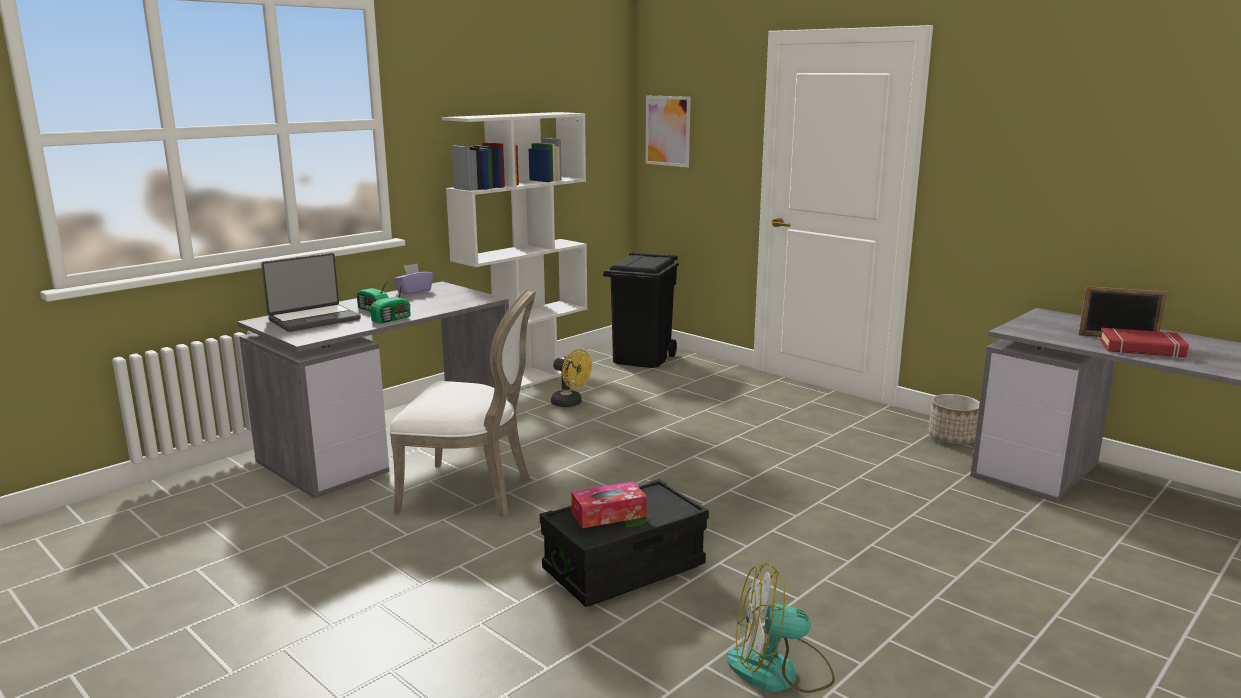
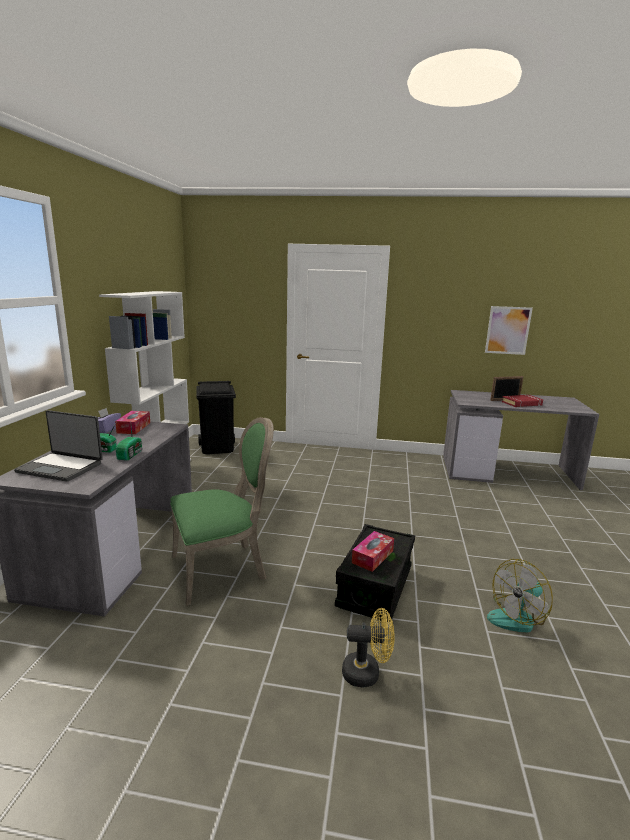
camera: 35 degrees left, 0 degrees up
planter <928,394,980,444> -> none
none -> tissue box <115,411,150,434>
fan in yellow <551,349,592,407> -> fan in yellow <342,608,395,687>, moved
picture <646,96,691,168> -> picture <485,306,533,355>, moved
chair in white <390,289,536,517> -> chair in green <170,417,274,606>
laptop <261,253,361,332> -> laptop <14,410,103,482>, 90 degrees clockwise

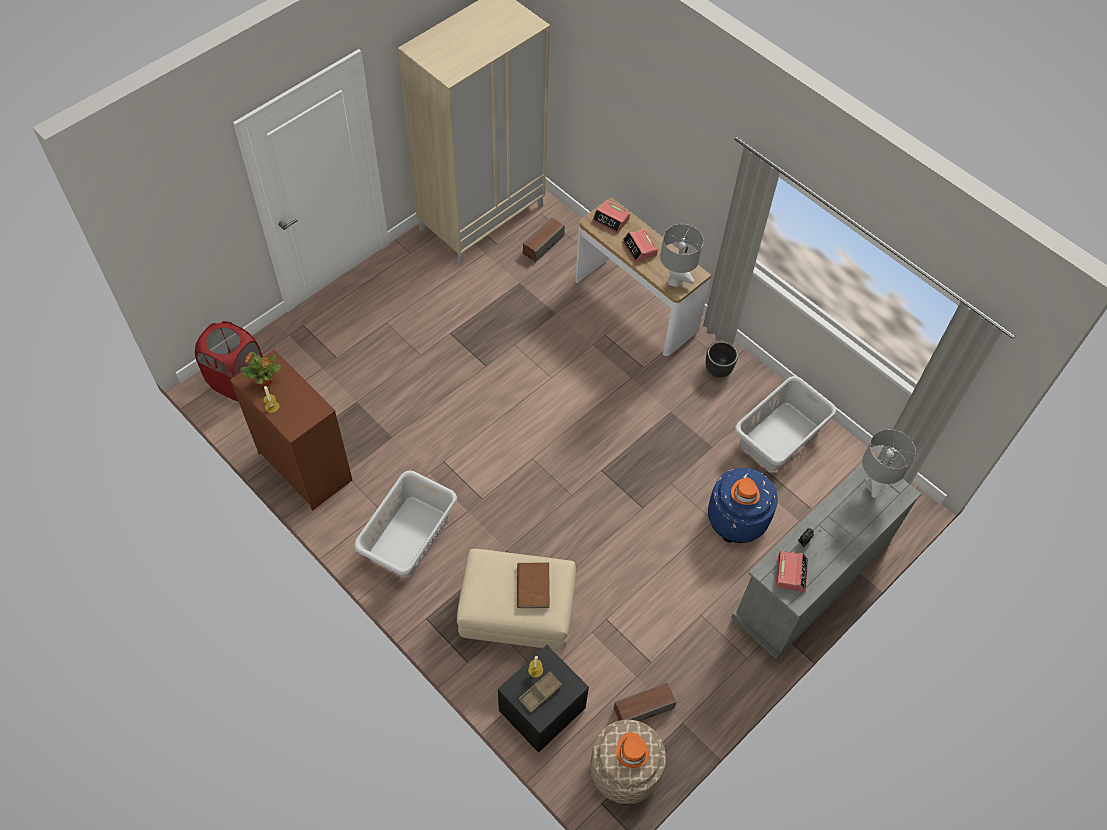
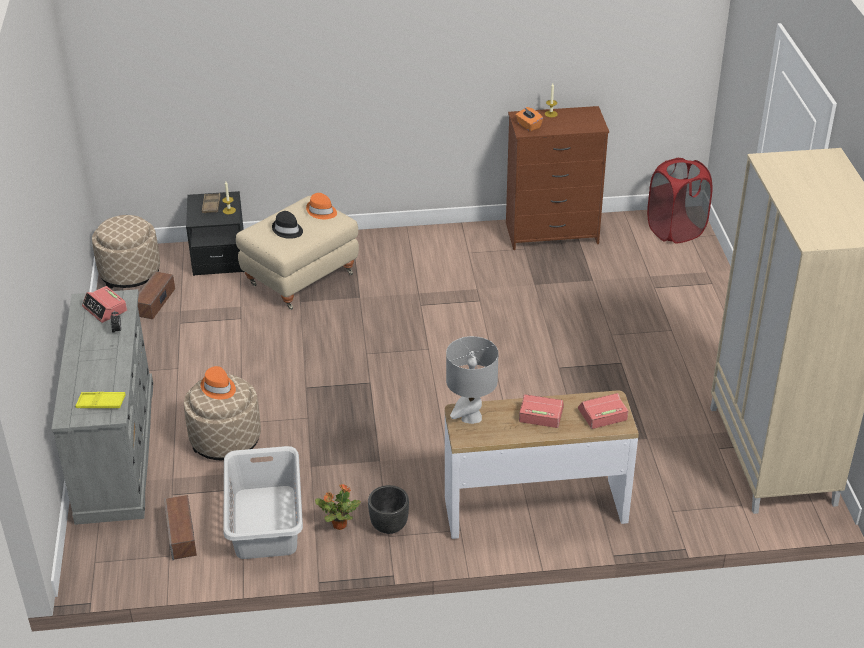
camera: 130 degrees right, 20 degrees down
laundry basket in grey <354,470,457,577> -> none
none -> tissue box in orange <516,107,543,131>
potted plant <240,352,281,386> -> potted plant <315,484,361,530>, moved
speaker <523,217,565,263> -> speaker <164,495,197,560>, moved
hat in orange <616,732,649,768> -> hat in orange <306,193,337,219>, moved
book in brown <517,563,550,608> -> hat in black <272,211,303,239>
table lamp in grey <862,429,916,498> -> tray in yellow <75,392,126,408>
ottoman in blue <708,468,778,543> -> ottoman in beige <184,374,261,460>

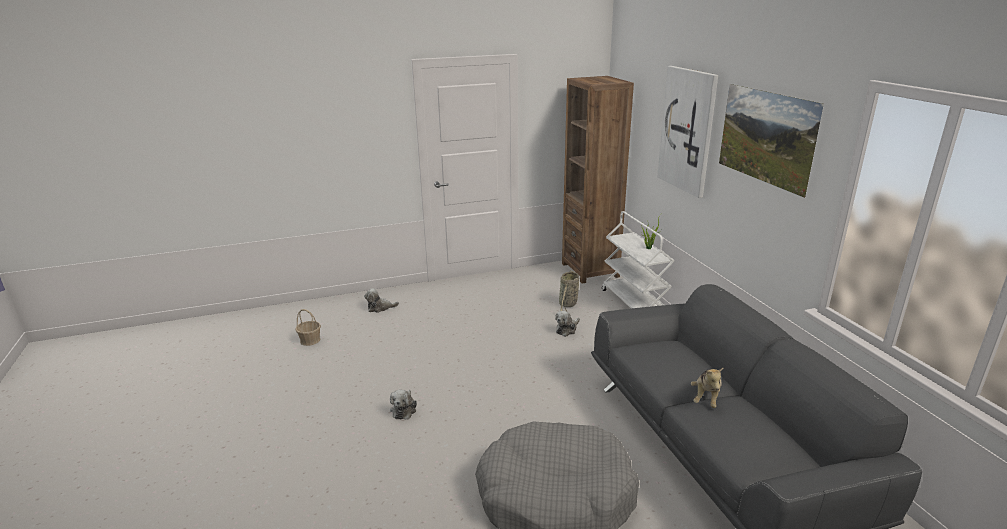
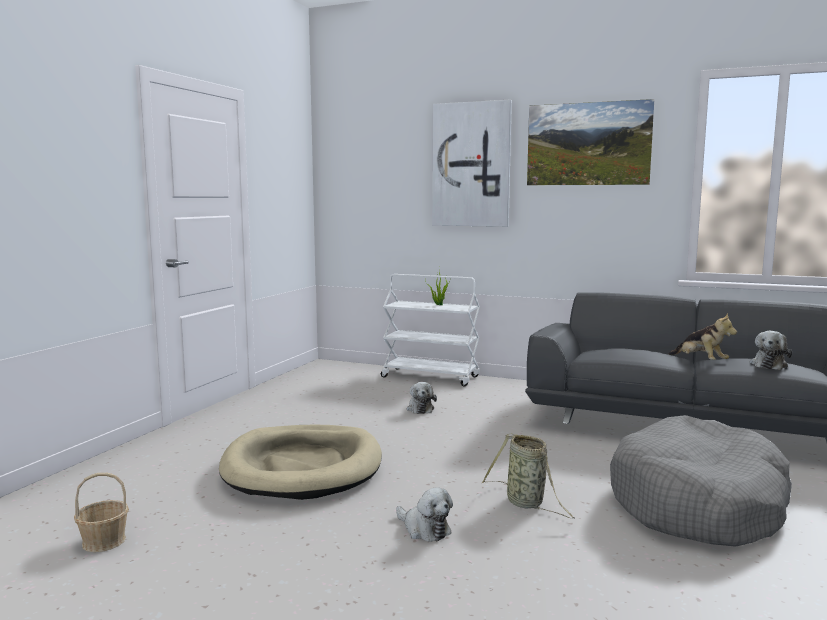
camera: 50 degrees left, 15 degrees down
bookcase in brown <562,76,634,284> -> none
none -> dog bed in beige <219,425,382,500>
plush toy <364,288,399,313> -> plush toy <750,331,792,370>, moved
basket <559,270,579,311> -> basket <482,433,575,519>, moved

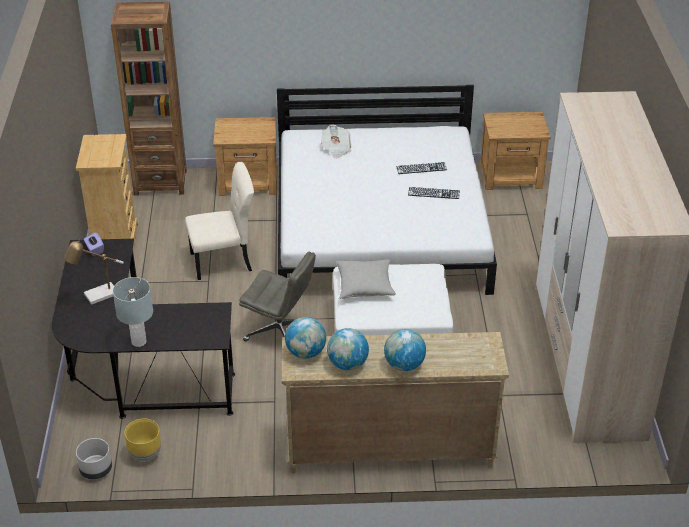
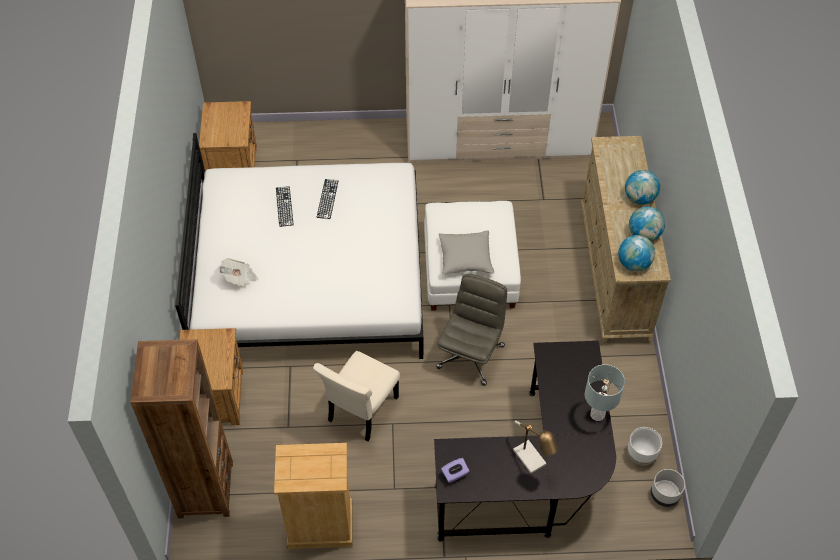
camera: 90 degrees left, 15 degrees up
planter in yellow <124,419,161,462> -> planter in white <627,427,662,465>
chair in beige <185,162,254,280> -> chair in beige <313,351,400,441>, 135 degrees counterclockwise

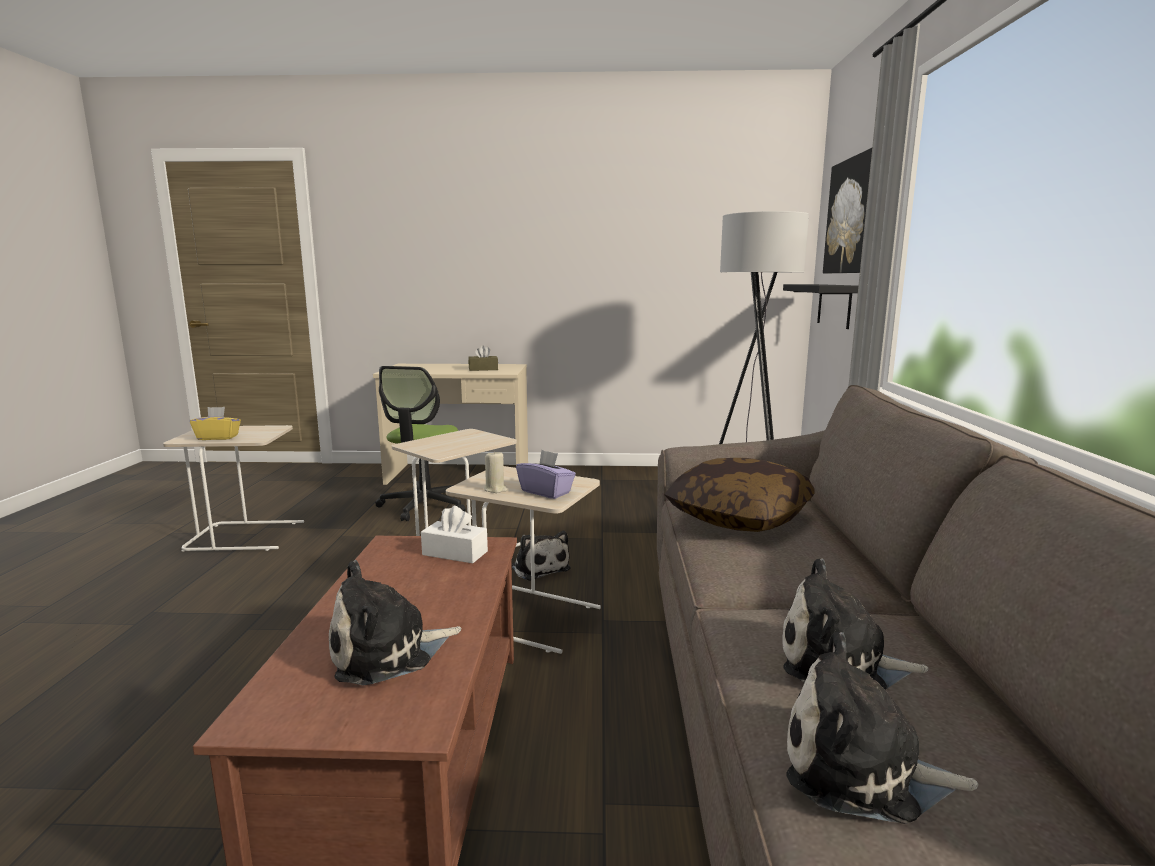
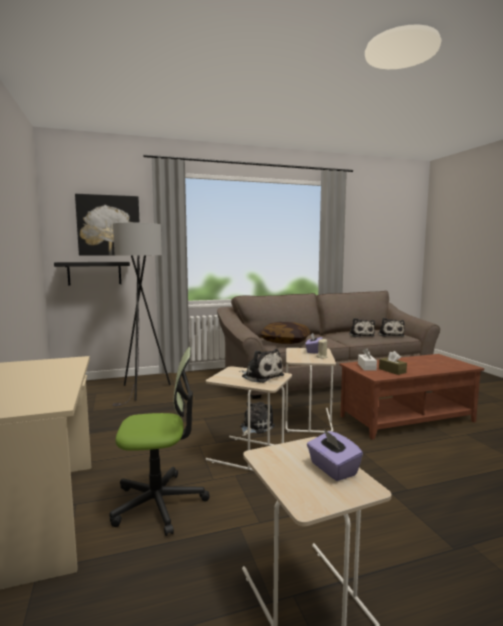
camera: 110 degrees left, 5 degrees down
plush toy <329,560,461,686> -> plush toy <239,349,284,383>, moved
tissue box in brown <468,345,498,371> -> tissue box in brown <379,351,407,375>, moved
tissue box in yellow <190,407,241,440> -> tissue box in purple <307,429,363,481>

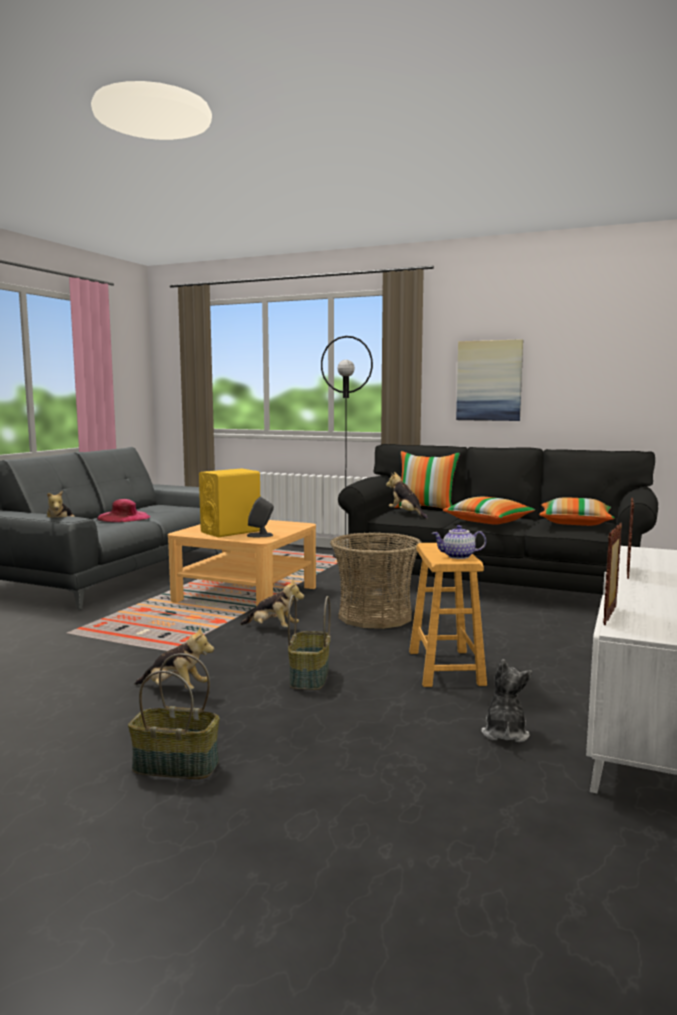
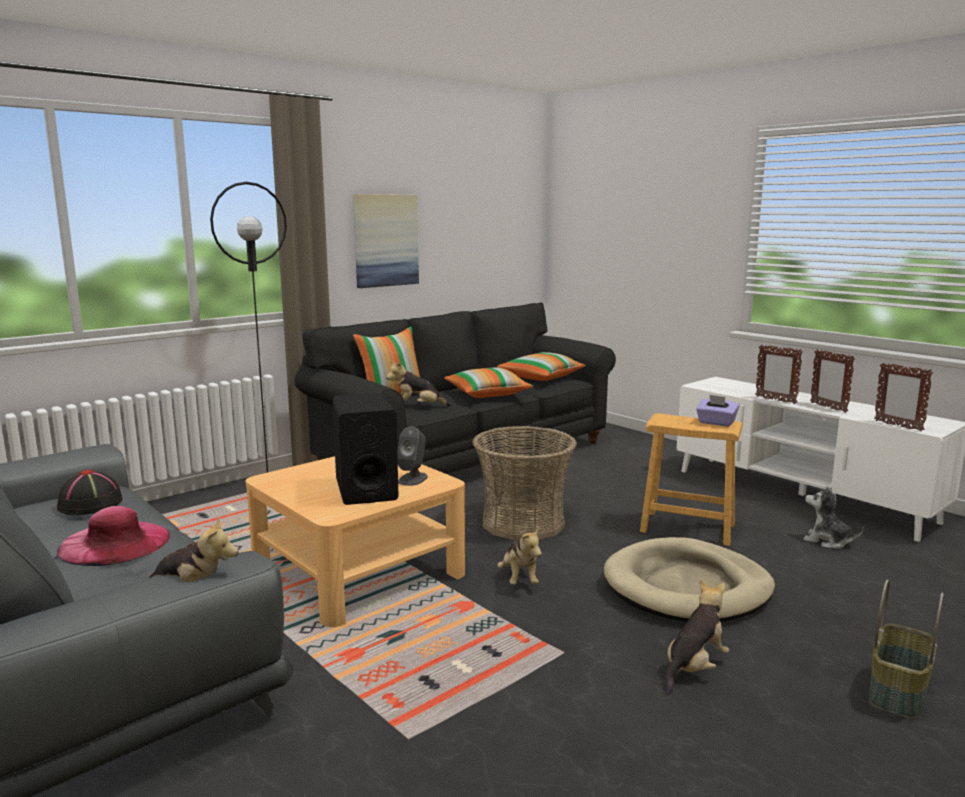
camera: 65 degrees left, 5 degrees up
none -> hat in black <57,469,123,515>
none -> picture frame <810,349,855,413>
basket <288,595,331,690> -> dog bed in beige <604,537,775,622>
teapot <432,525,486,559> -> tissue box in purple <696,394,739,427>
speaker in yellow <199,468,260,537> -> speaker in black <332,393,398,505>
plush toy <240,578,304,628> -> plush toy <497,528,542,585>, 120 degrees clockwise

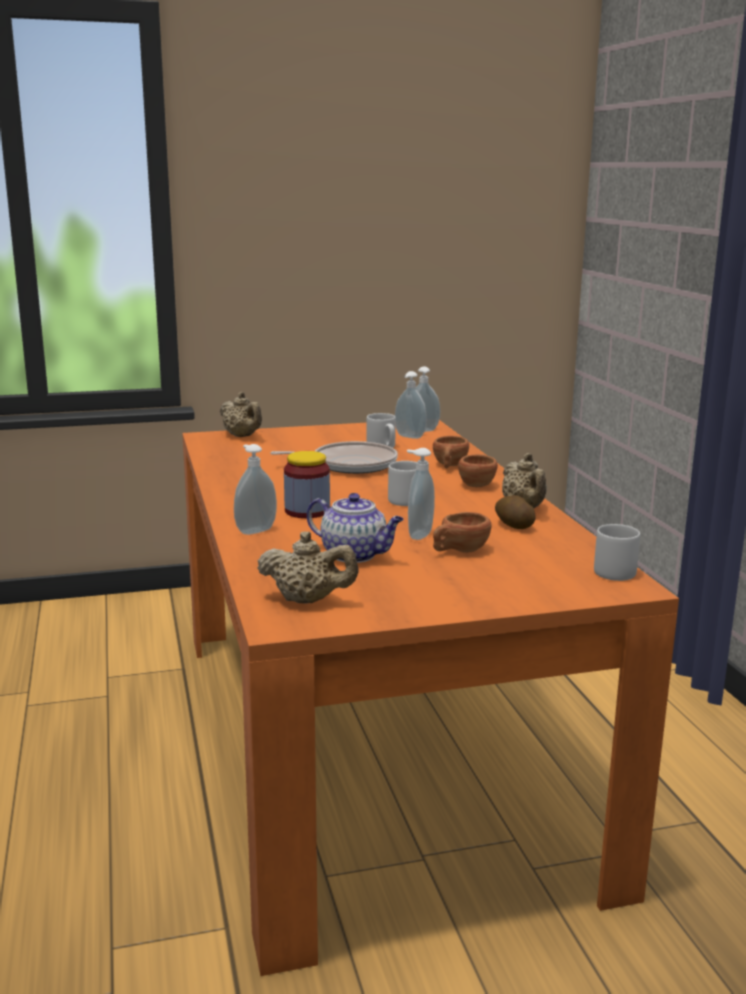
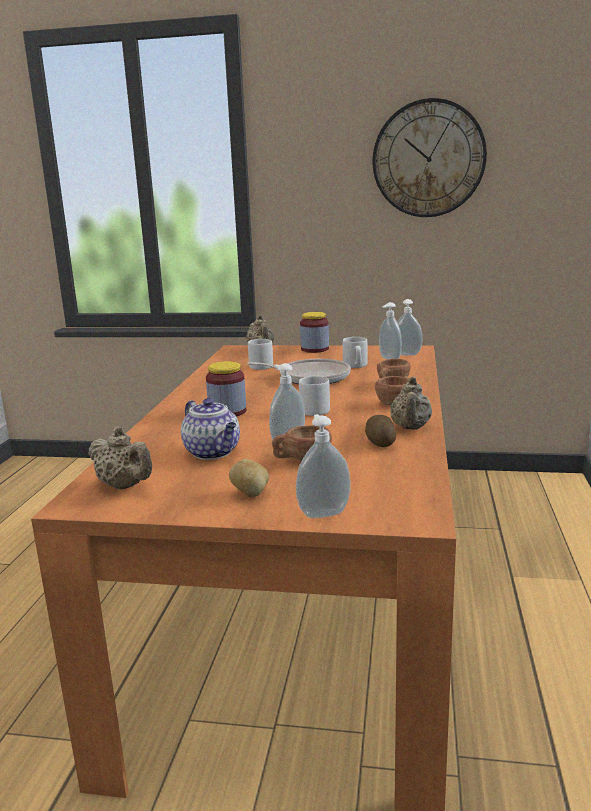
camera: 25 degrees right, 0 degrees up
none -> potato <229,459,269,497>
none -> jar <300,312,329,353>
none -> wall clock <373,98,487,217>
soap dispenser <234,444,277,535> -> soap dispenser <296,414,351,518>, moved
mug in grey <594,524,640,581> -> mug in grey <248,339,273,370>, moved

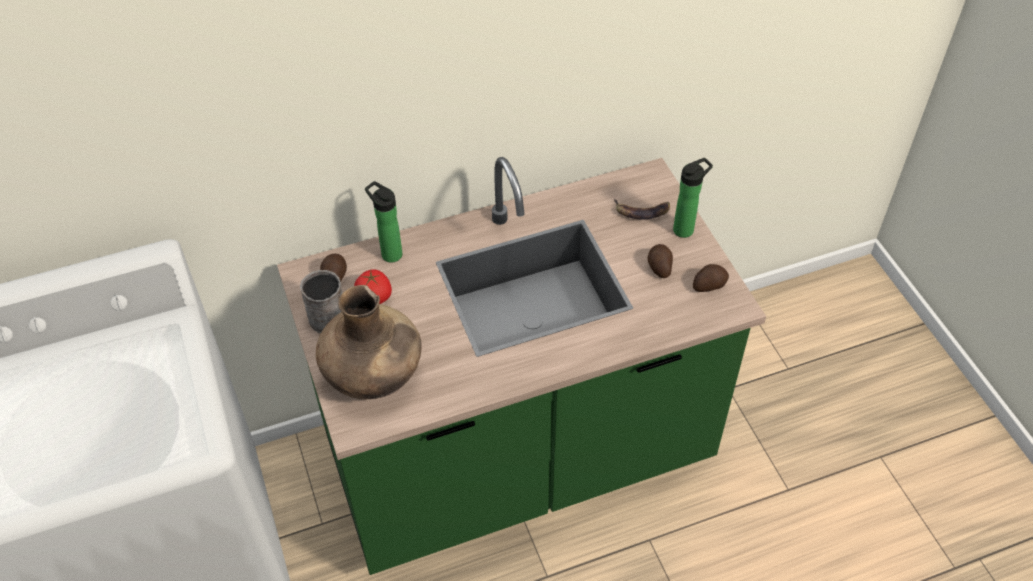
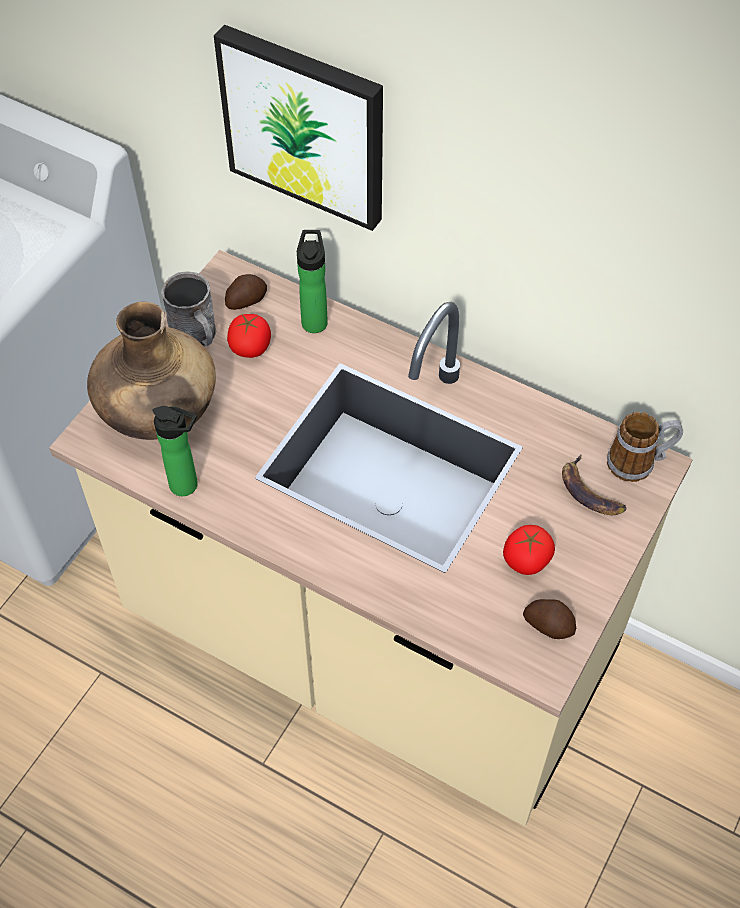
camera: 50 degrees right, 5 degrees up
none -> picture <214,25,383,231>
none -> mug <607,412,683,482>
bottle <673,158,713,238> -> bottle <153,406,198,496>, moved
potato <647,244,673,278> -> tomato <503,525,555,575>
counter in green <277,157,766,575> -> counter in beige <49,250,693,826>

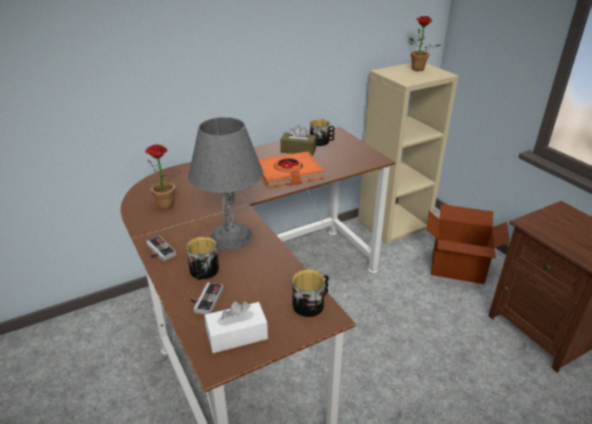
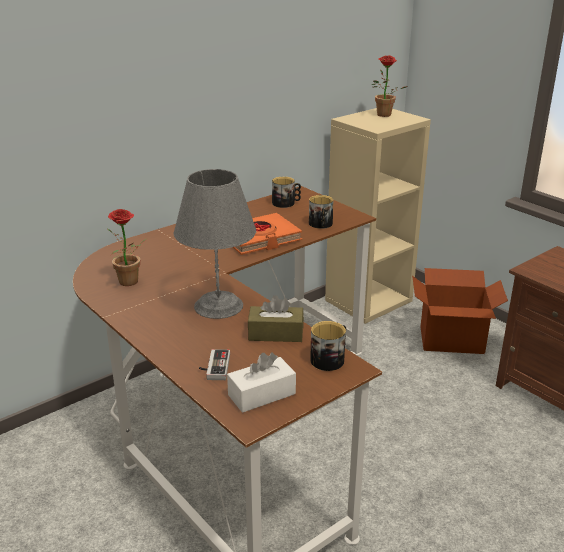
camera: 10 degrees left, 5 degrees down
game controller <146,236,176,261> -> none
mug <186,237,219,280> -> mug <309,195,334,229>, moved
tissue box in brown <280,125,317,156> -> tissue box in brown <248,295,304,342>, moved

